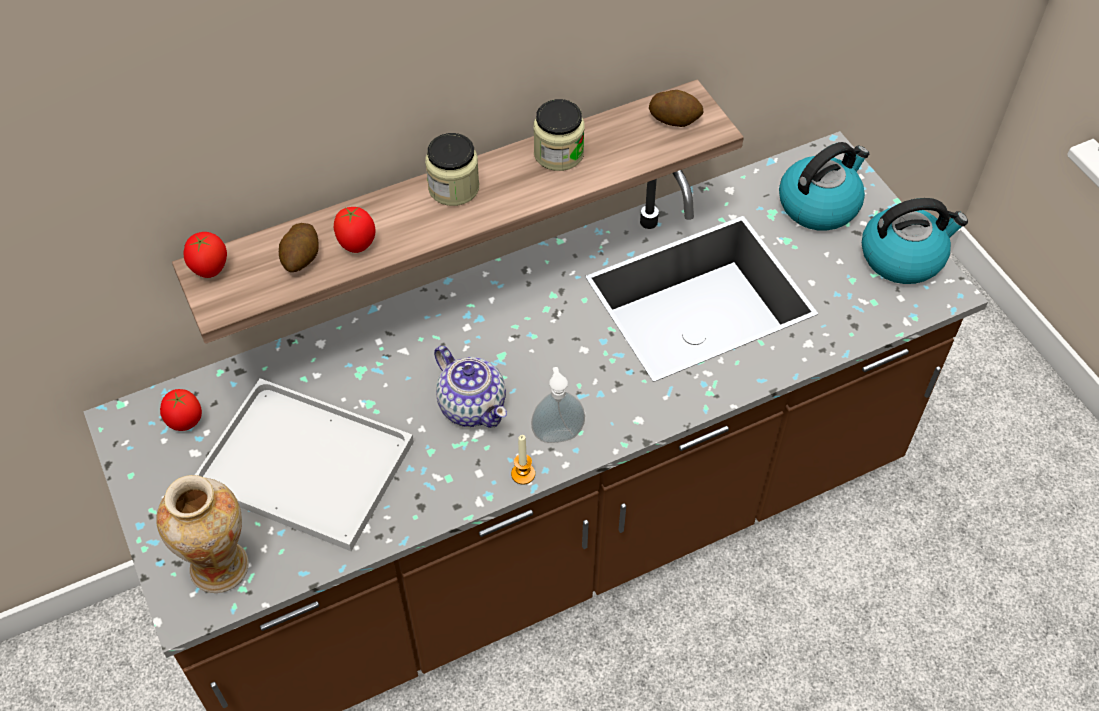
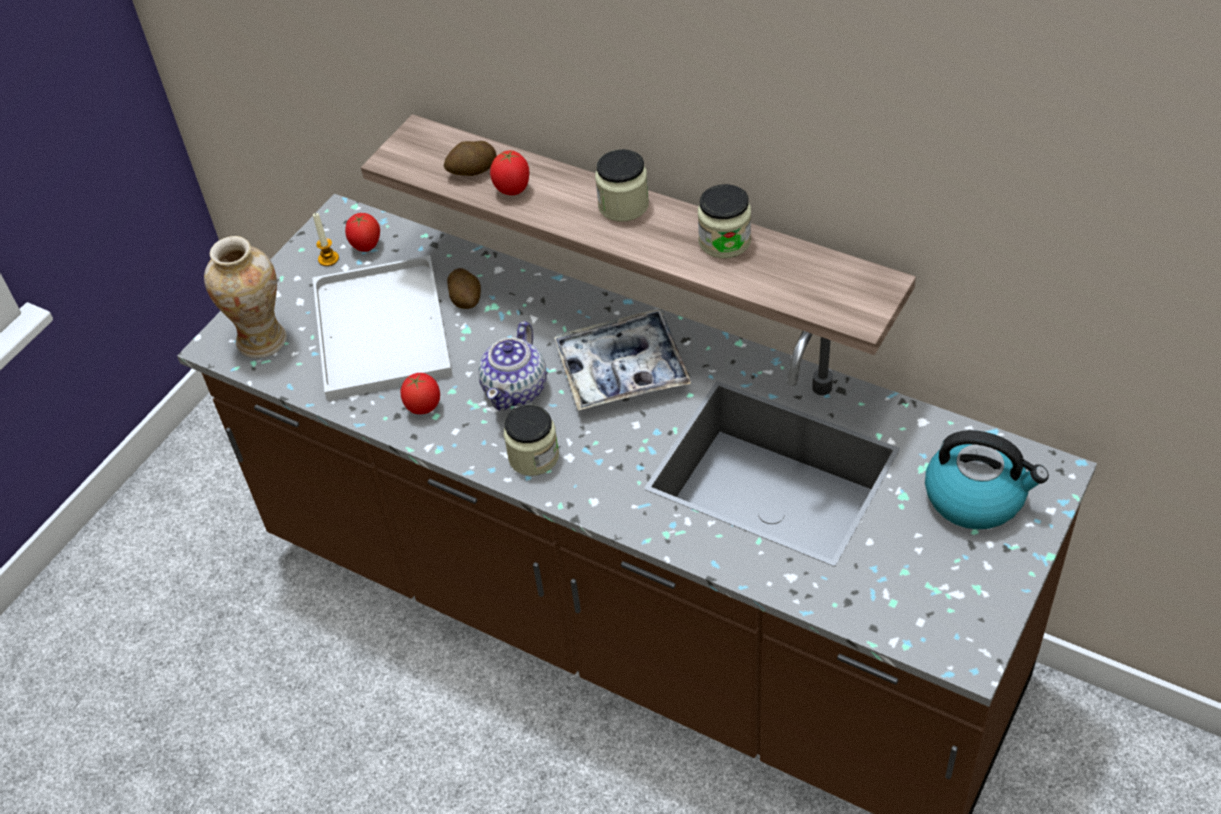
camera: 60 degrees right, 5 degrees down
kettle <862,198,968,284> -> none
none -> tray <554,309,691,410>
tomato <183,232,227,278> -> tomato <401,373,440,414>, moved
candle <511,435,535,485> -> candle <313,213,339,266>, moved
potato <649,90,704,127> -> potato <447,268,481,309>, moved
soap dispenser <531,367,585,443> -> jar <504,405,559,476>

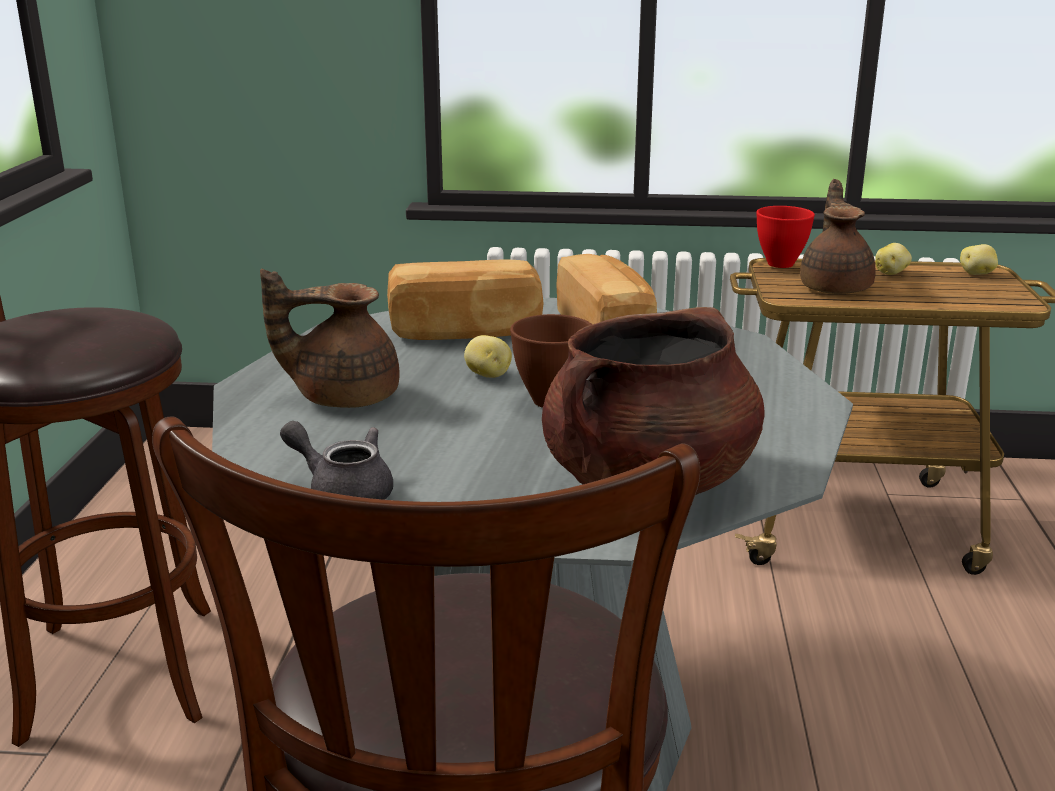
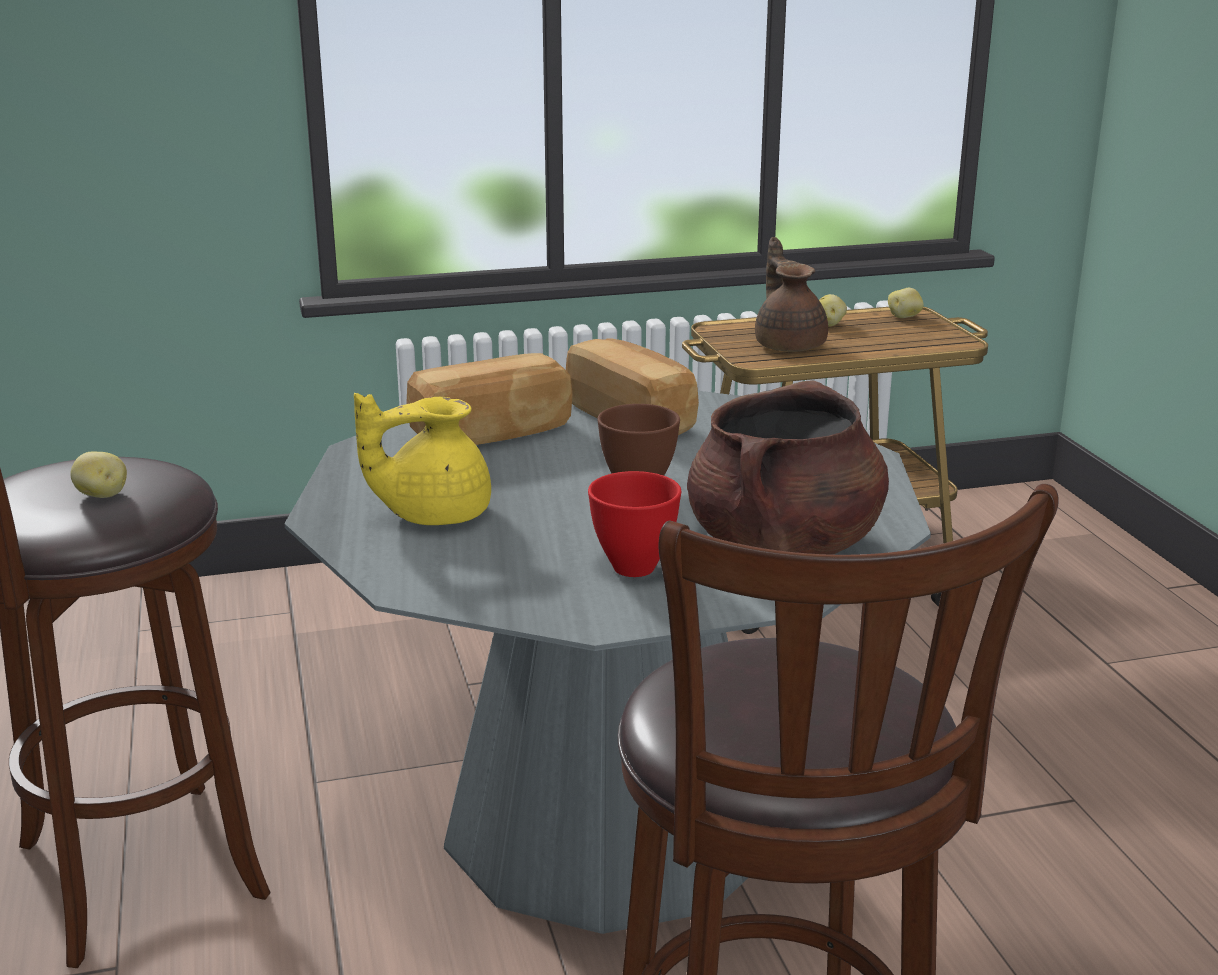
camera: 20 degrees left, 0 degrees up
teapot in grey <280,421,393,500> -> none
potato <464,335,512,378> -> potato <70,451,127,498>, moved
bowl in red <756,206,815,268> -> bowl in red <588,471,681,577>, moved
teapot in brown <260,269,400,408> -> teapot in yellow <354,393,491,525>

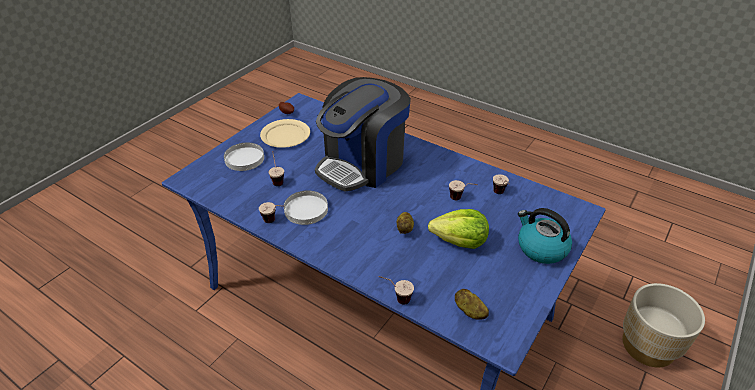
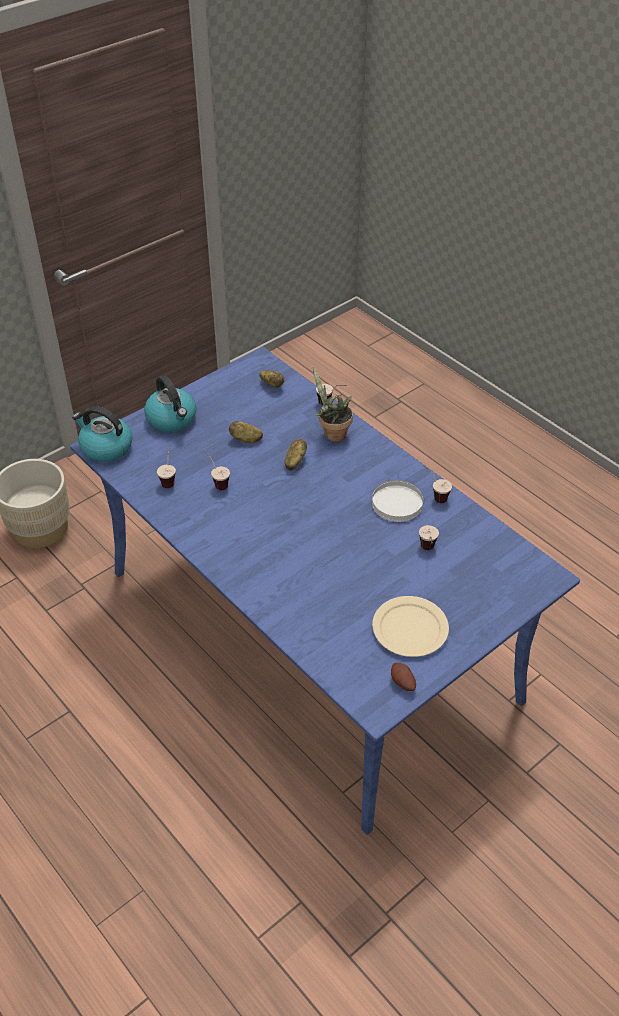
camera: 165 degrees left, 5 degrees up
plate in white <224,143,264,171> -> none
coffee machine <315,77,411,192> -> none
none -> kettle <73,406,132,462>
none -> potted plant <313,366,353,442>
lettuce <428,209,489,249> -> potato <229,421,263,443>

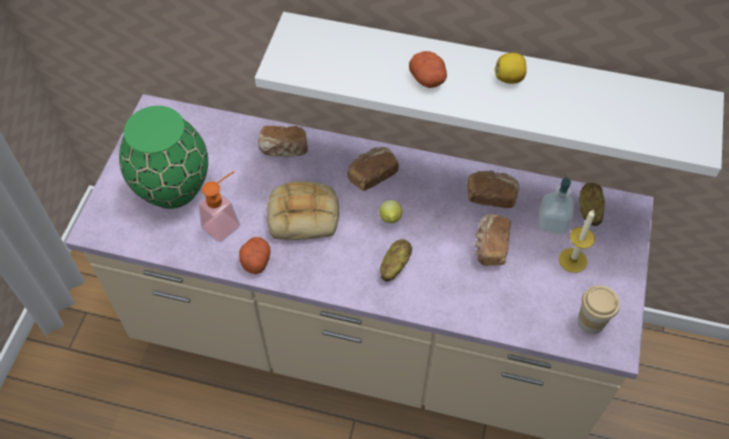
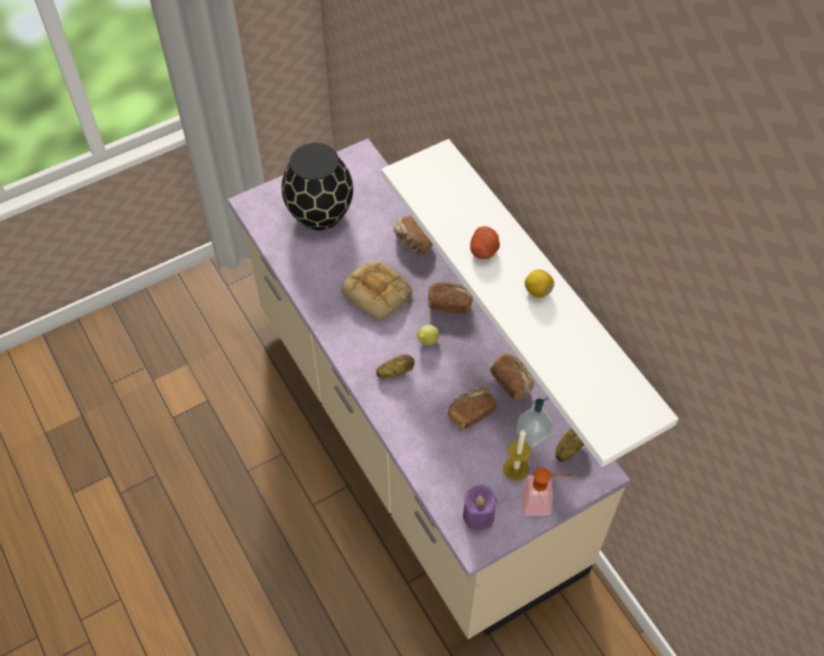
camera: 45 degrees right, 0 degrees up
potato <239,237,270,274> -> none
soap dispenser <198,171,240,243> -> soap dispenser <521,467,572,516>, moved
cup <578,285,620,334> -> candle in purple <463,484,497,530>
vase in green <119,106,208,209> -> vase in black <282,143,353,230>

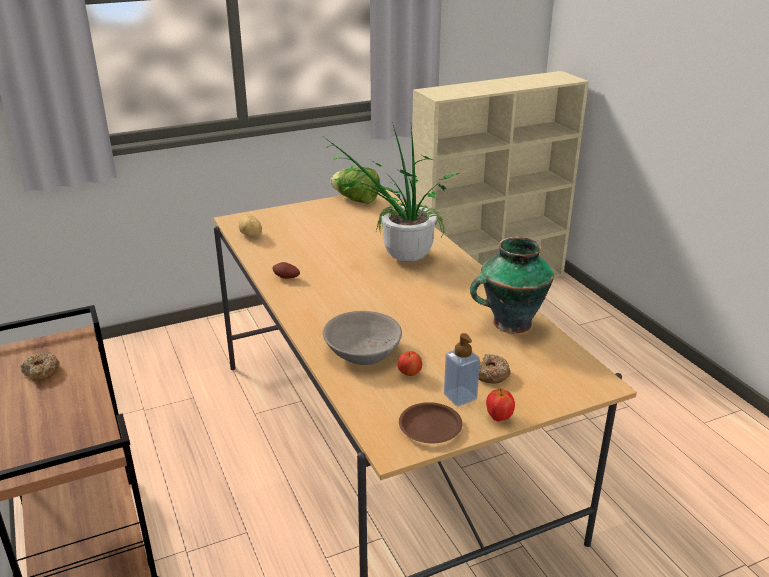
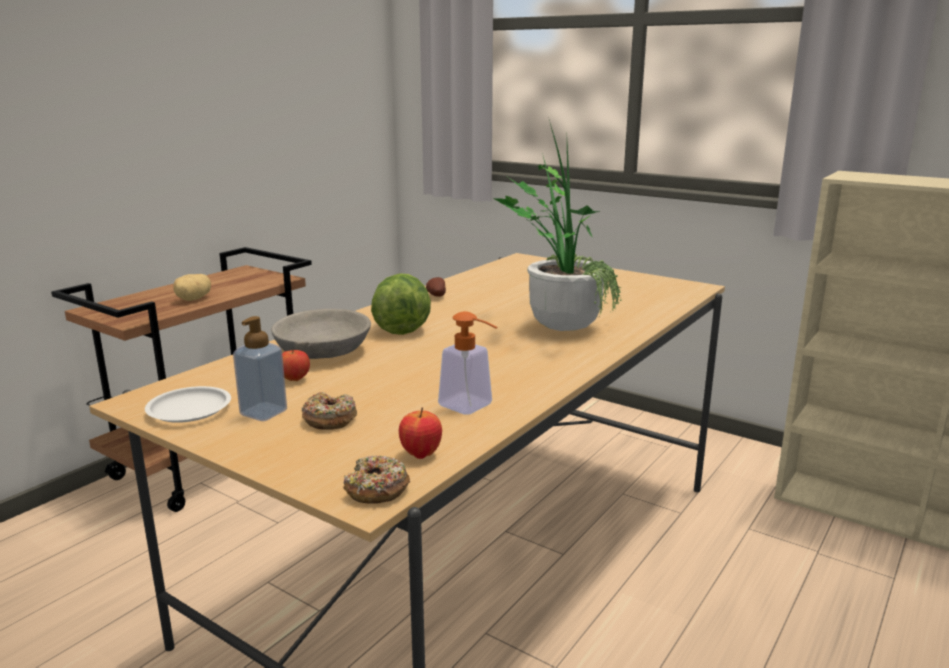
camera: 60 degrees right, 10 degrees down
donut <21,352,60,381> -> donut <343,456,410,504>, moved
potato <239,213,262,237> -> potato <173,274,211,301>, moved
lettuce <331,167,380,204> -> lettuce <371,273,431,335>, moved
apple <486,389,515,421> -> apple <399,407,442,459>, moved
vase <470,237,554,334> -> soap dispenser <438,311,498,415>
plate in brown <399,402,463,443> -> plate in white <145,386,231,423>

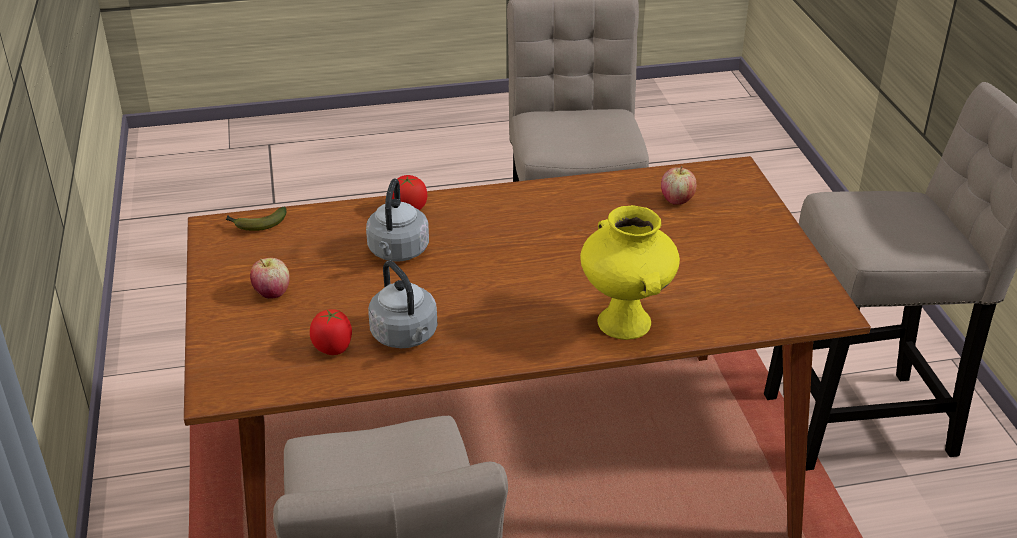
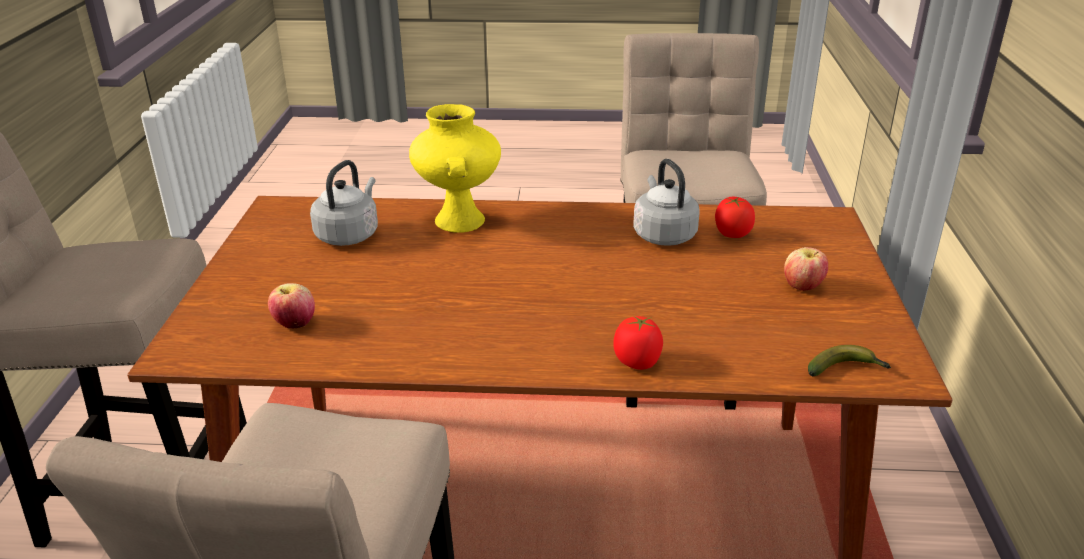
camera: 165 degrees left, 5 degrees down
kettle in grey <366,179,429,262> -> kettle in grey <310,160,378,246>, moved

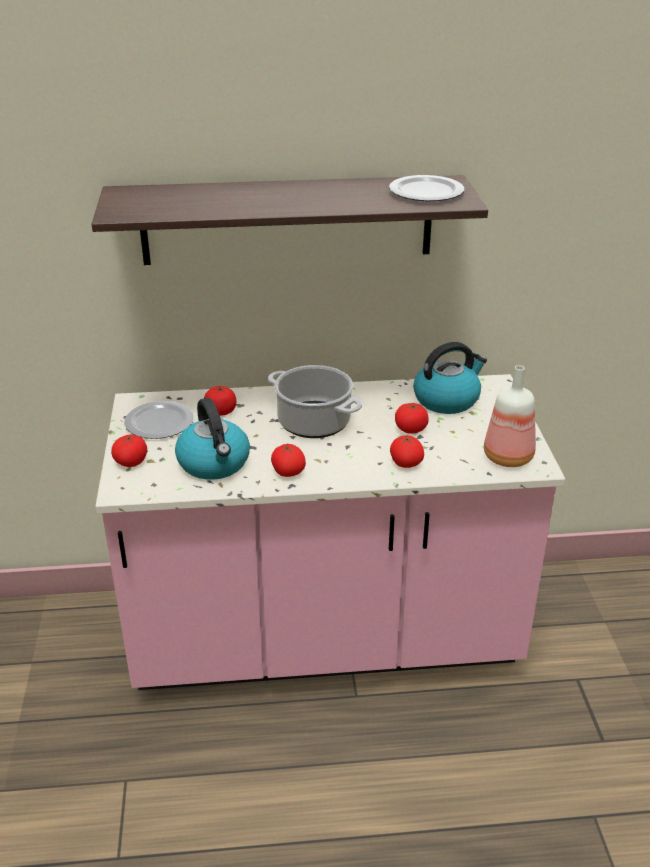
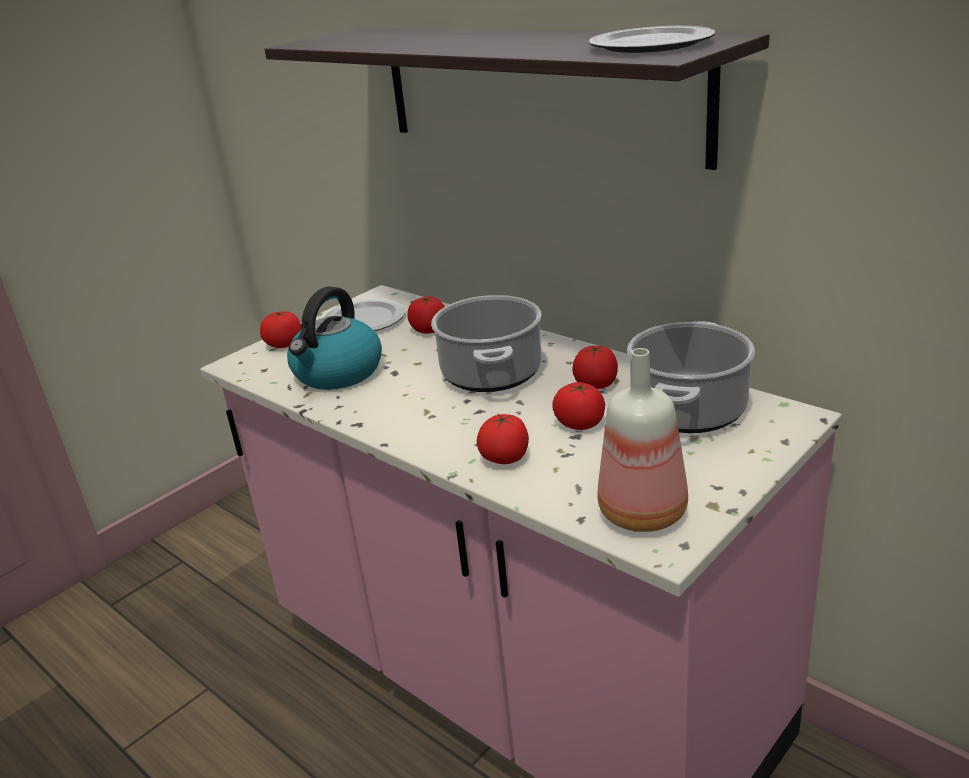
camera: 50 degrees right, 5 degrees down
tomato <271,443,306,477> -> tomato <572,345,618,389>, moved
kettle <413,342,487,414> -> cooking pot <627,321,755,433>

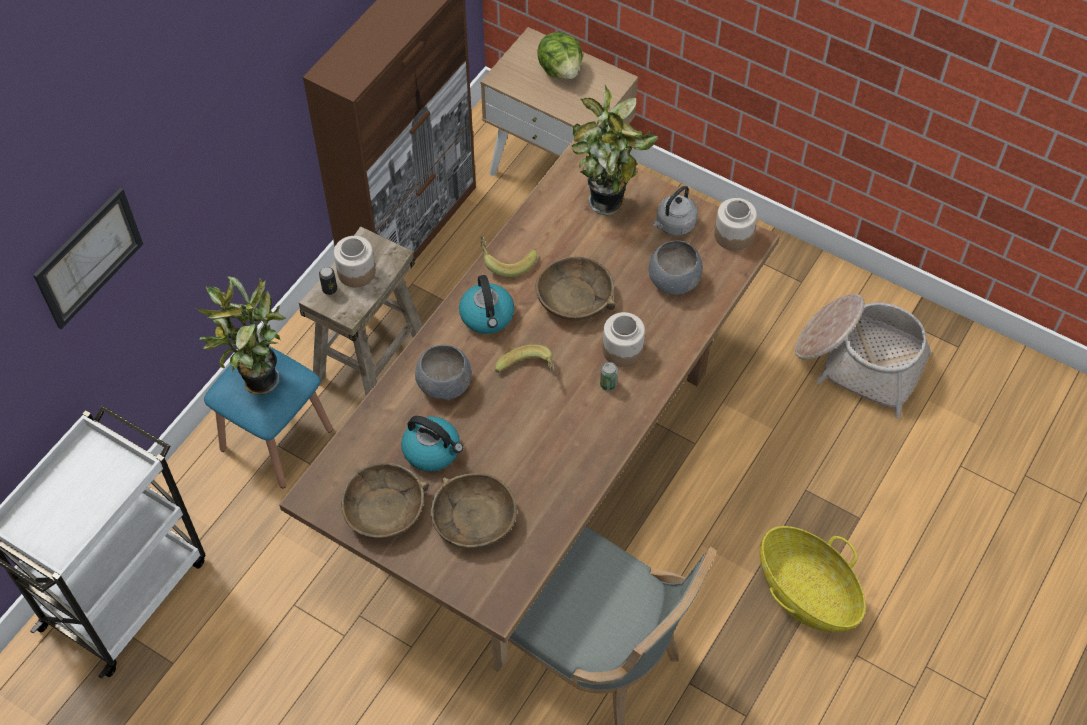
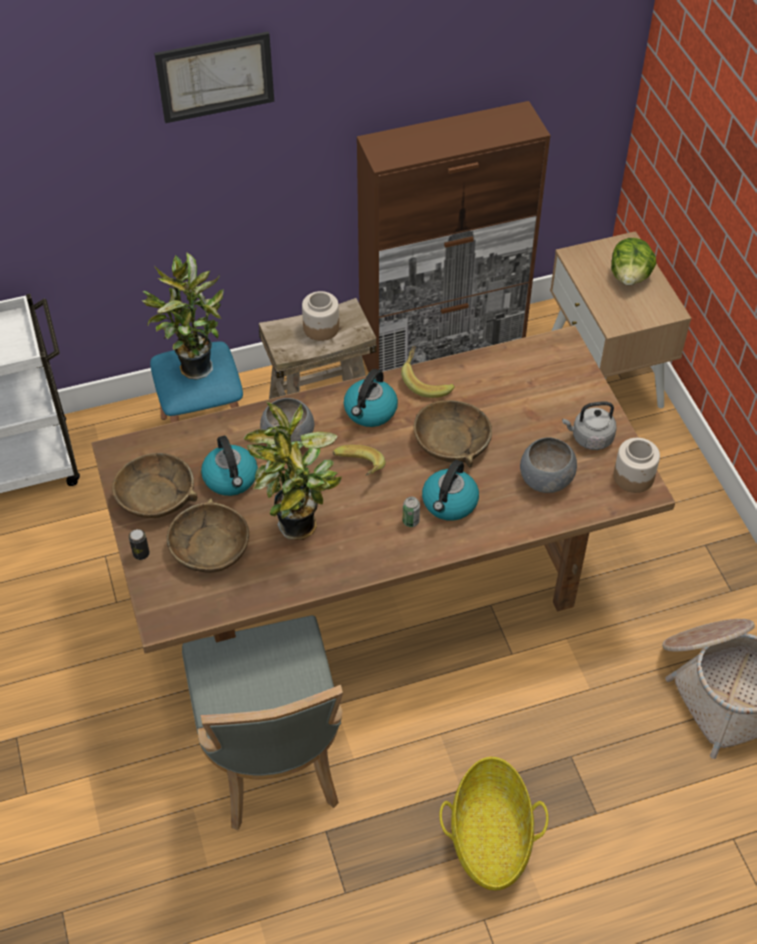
camera: 40 degrees right, 5 degrees down
picture <33,188,143,329> -> picture <154,32,274,123>, moved
can <319,267,337,295> -> can <129,529,150,560>, moved
potted plant <571,85,658,216> -> potted plant <244,402,342,540>, moved
jar <602,312,645,367> -> kettle <422,460,479,521>

